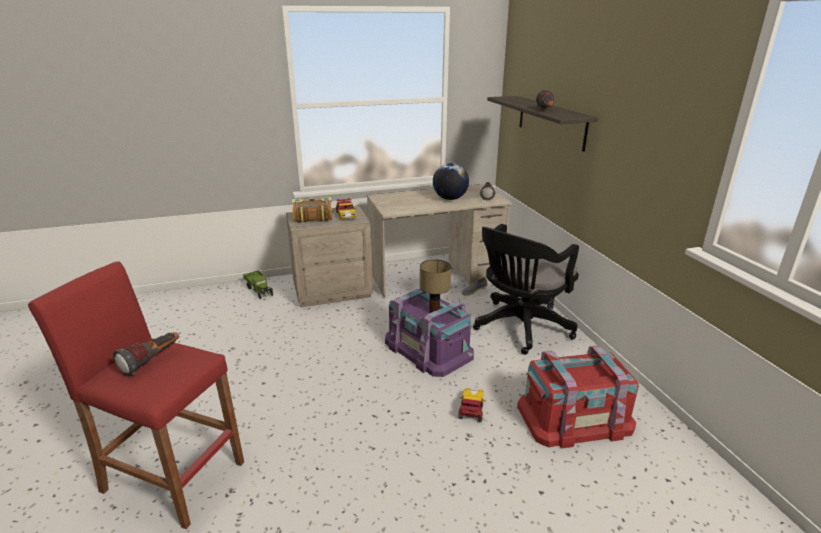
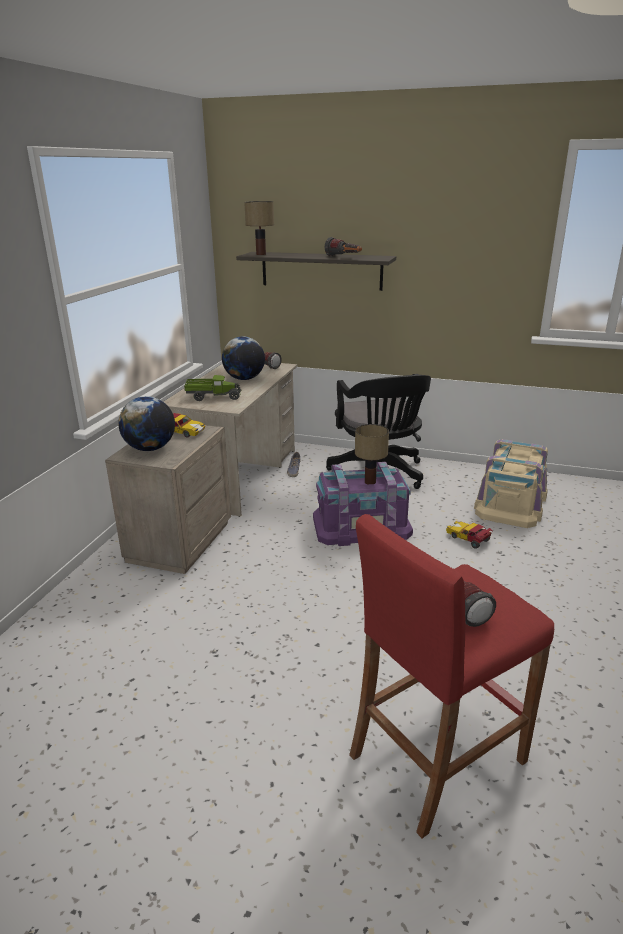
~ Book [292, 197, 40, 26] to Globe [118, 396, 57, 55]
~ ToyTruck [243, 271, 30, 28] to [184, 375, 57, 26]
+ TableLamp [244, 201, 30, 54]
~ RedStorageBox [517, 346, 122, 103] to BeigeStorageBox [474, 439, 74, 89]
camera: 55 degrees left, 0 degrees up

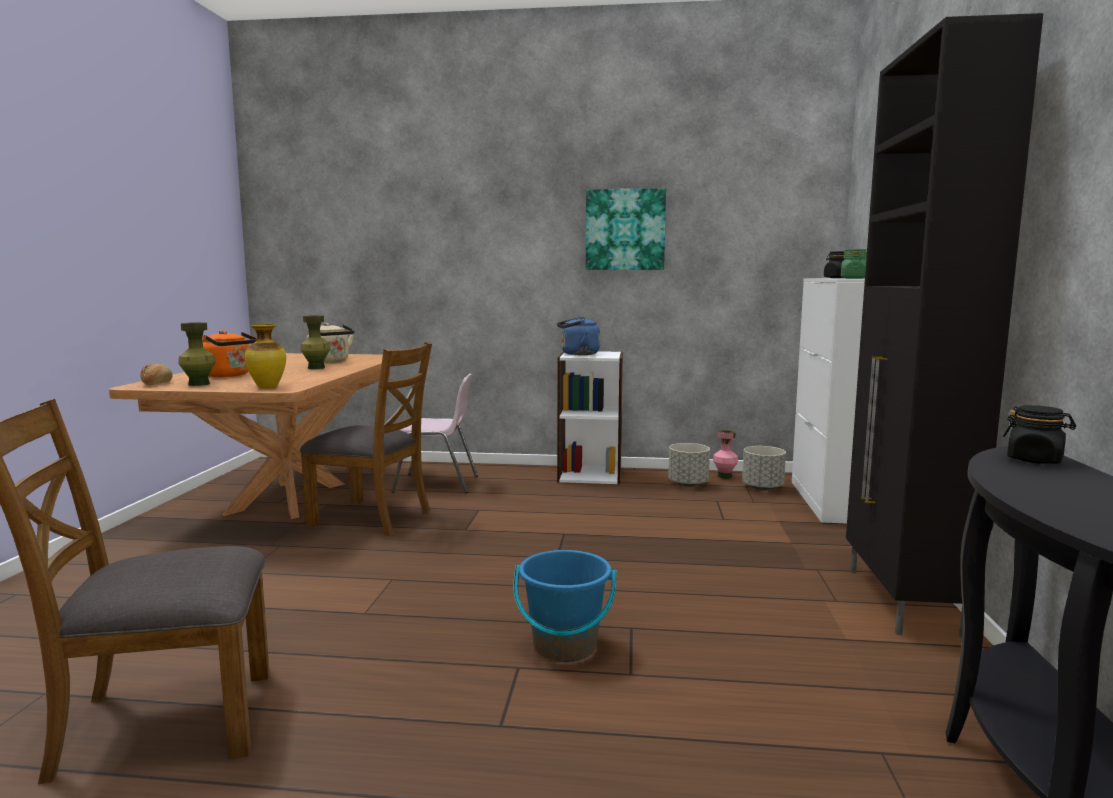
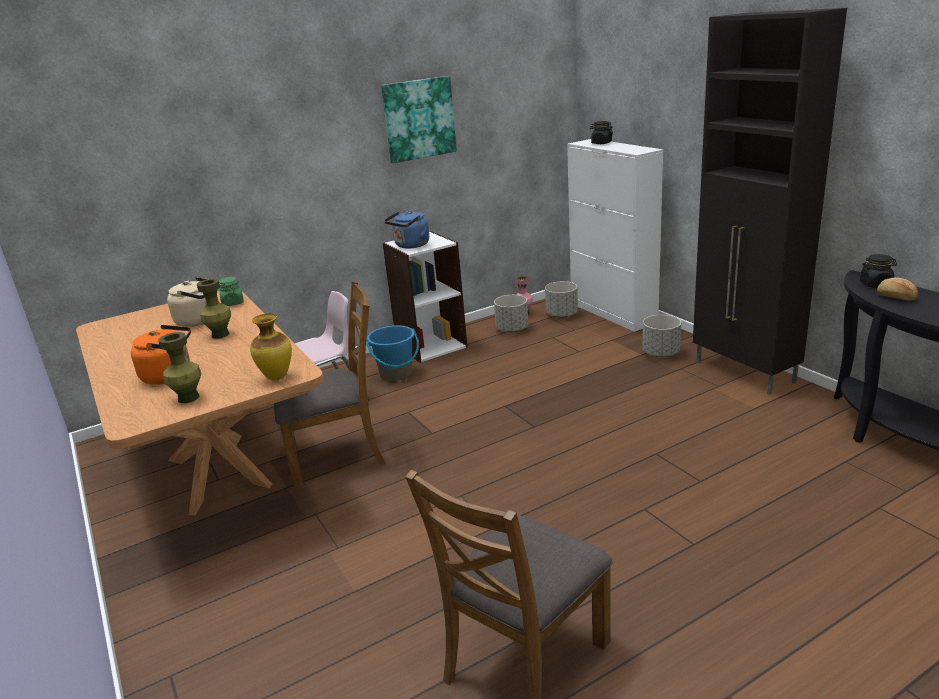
~ GreenJar [841, 249, 26, 30] to [219, 277, 25, 29]
~ BlueBucket [513, 550, 104, 112] to [366, 325, 53, 56]
+ GreyPlanter [642, 315, 39, 42]
~ Bread [140, 364, 33, 21] to [877, 278, 41, 22]
camera: 35 degrees left, 15 degrees up

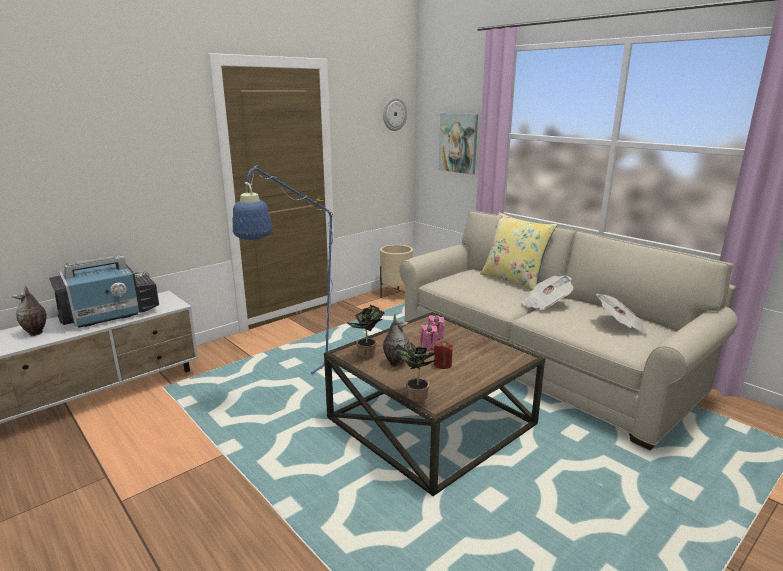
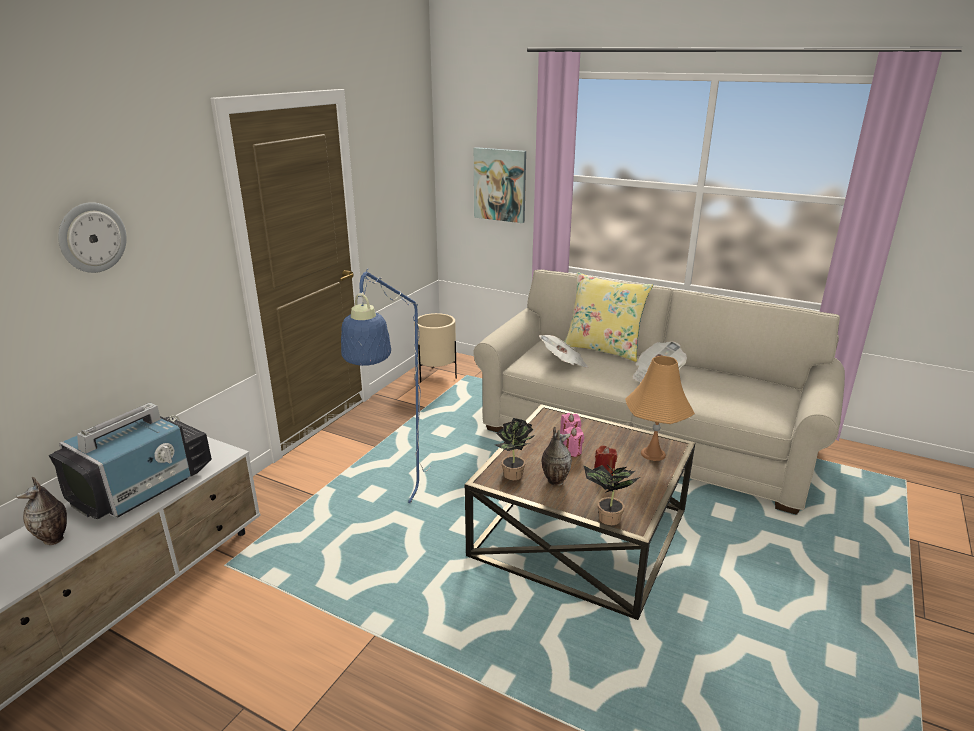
~ WallClock [383, 97, 24, 34] to [58, 202, 69, 71]
~ Newspaper [596, 294, 52, 40] to [539, 335, 49, 33]
+ OrangeTableLamp [625, 356, 70, 105]
camera: 20 degrees left, 5 degrees up

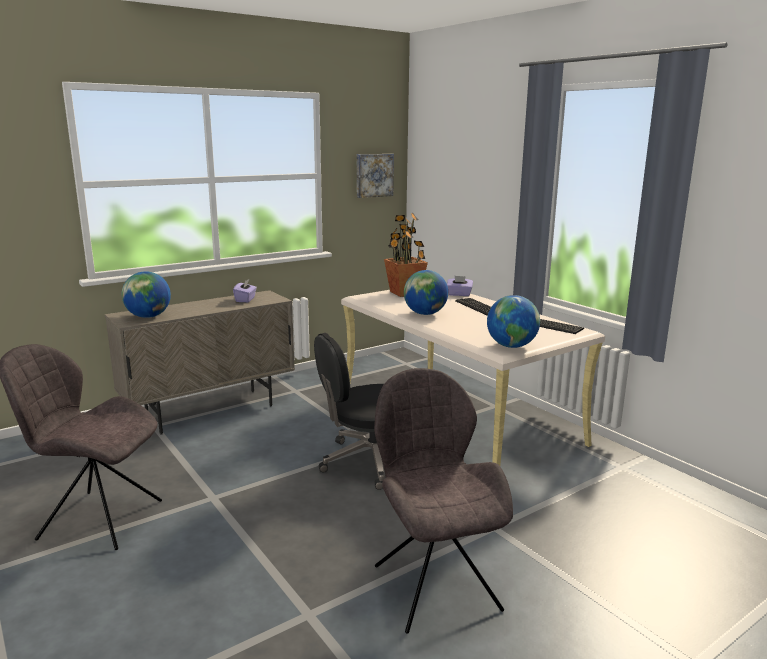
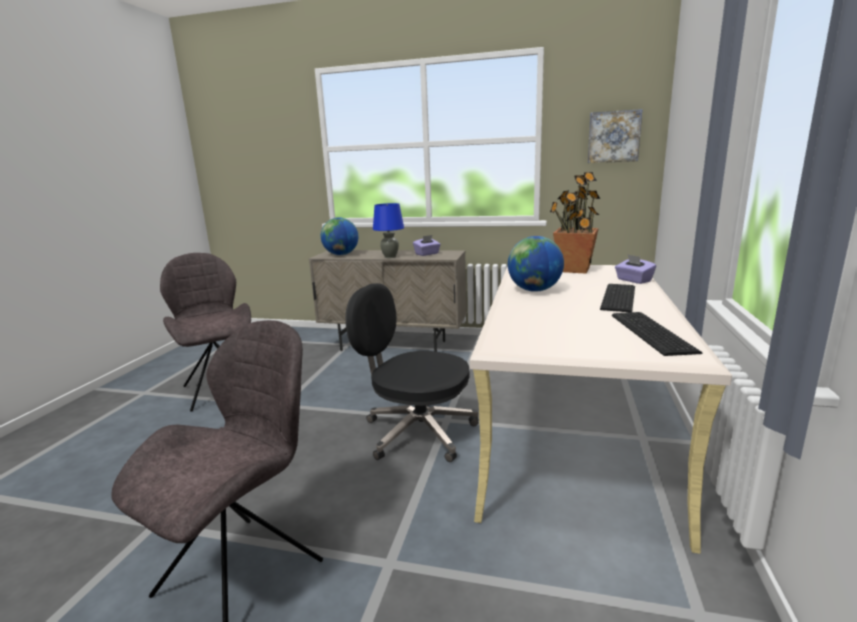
+ BlueTableLamp [373, 203, 31, 55]
- Globe [487, 295, 53, 53]
camera: 50 degrees right, 0 degrees up

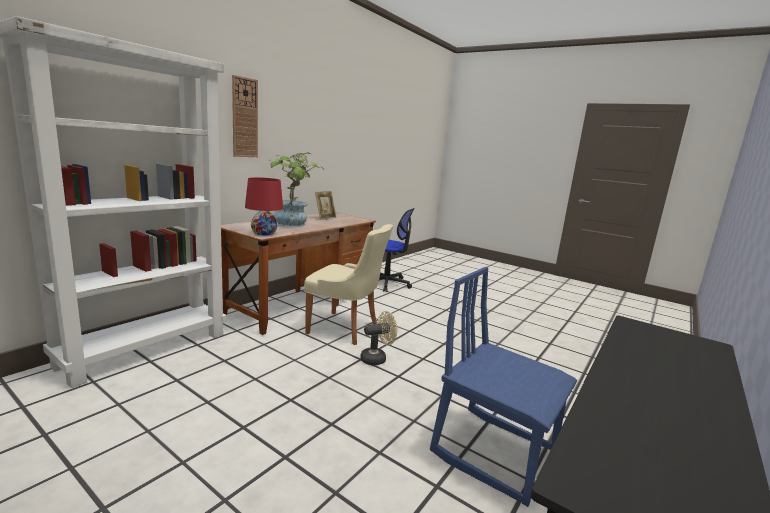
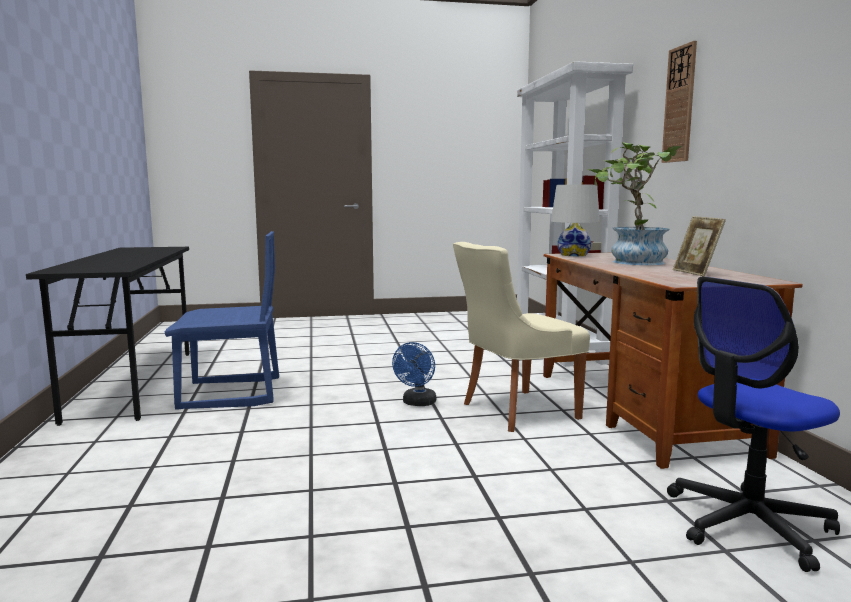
~ BeigeFan [360, 311, 37, 54] to BlueFan [392, 342, 44, 64]
~ RedTableLamp [245, 177, 38, 59] to WhiteTableLamp [551, 185, 49, 71]
camera: 135 degrees right, 5 degrees down

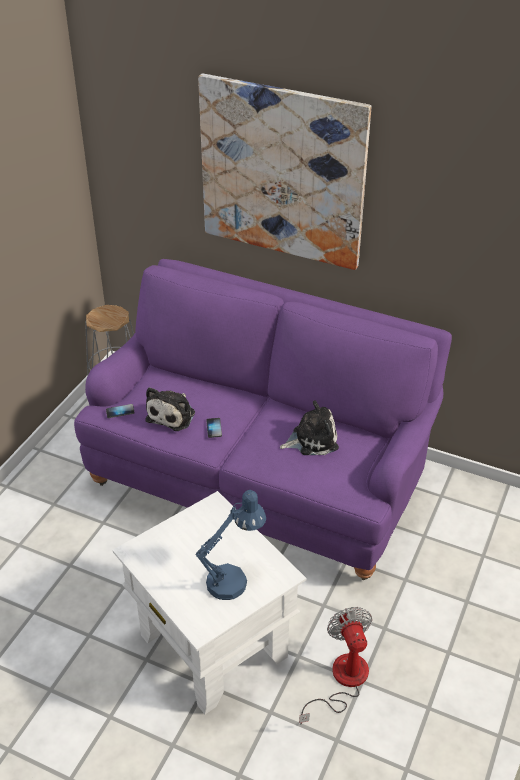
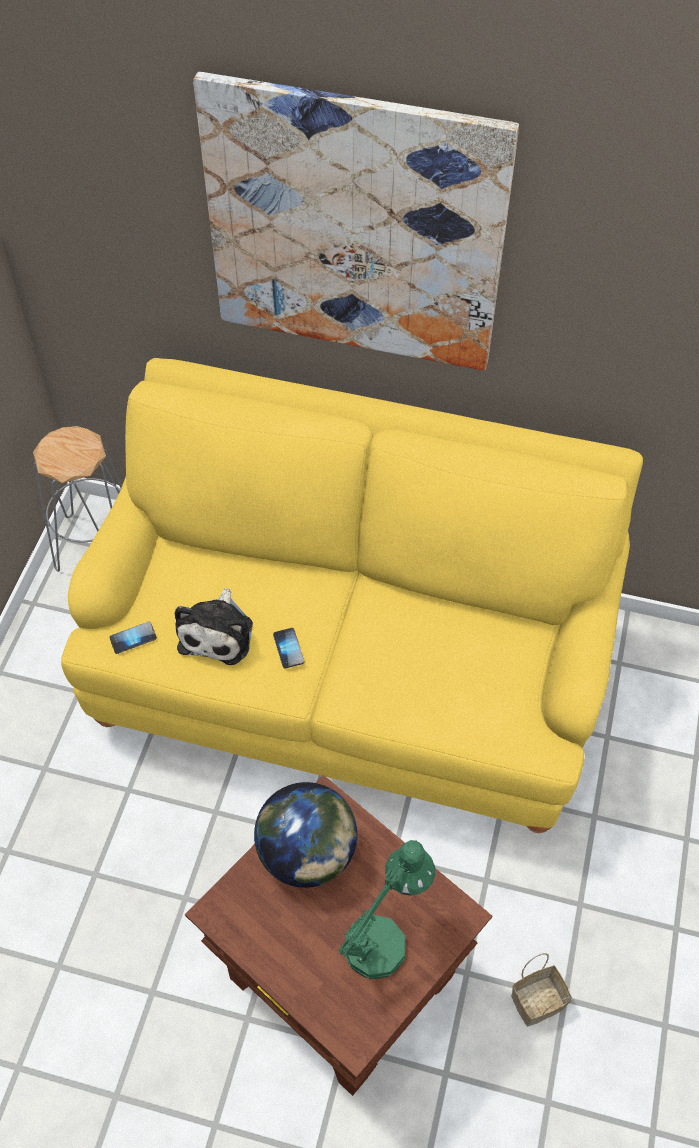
~ PurpleSofa [74, 259, 378, 321] to YellowSofa [61, 358, 582, 475]
~ WhiteSideTable [112, 491, 194, 223] to BrownSideTable [185, 775, 307, 321]
+ Globe [254, 782, 103, 106]
~ BlueTableLamp [195, 490, 71, 110] to GreenTableLamp [338, 840, 97, 139]
~ Fan [299, 607, 73, 117] to Basket [511, 953, 61, 73]
- PlushToy [280, 400, 59, 55]
camera: 10 degrees left, 15 degrees up

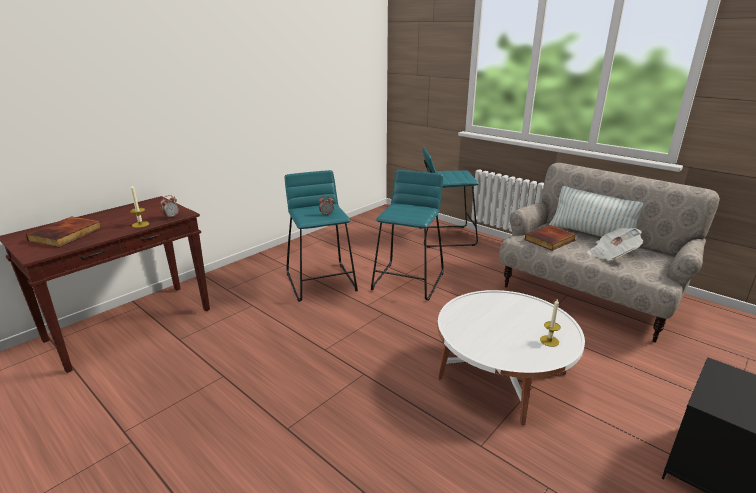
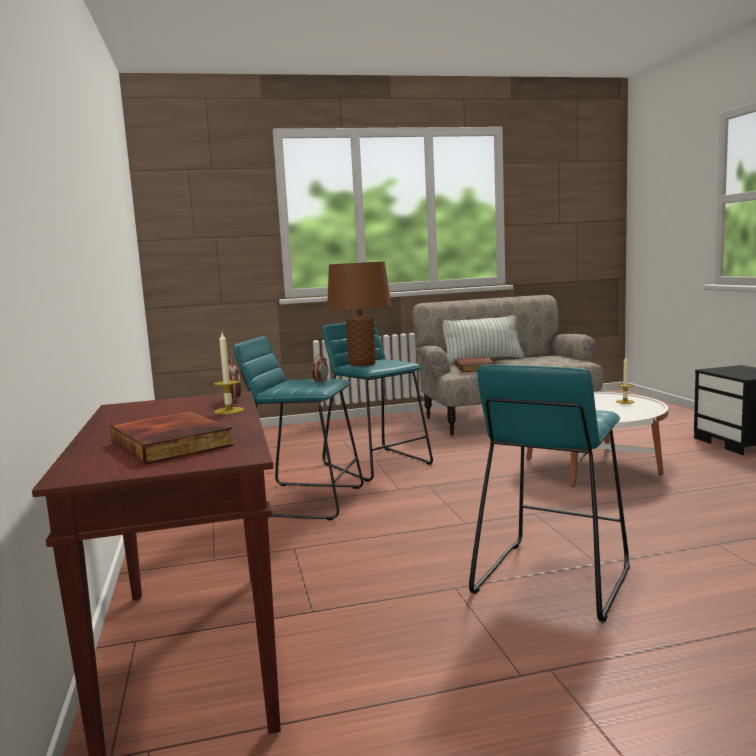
+ BrownTableLamp [327, 261, 64, 105]
~ TurquoiseStool [420, 147, 59, 101] to [469, 365, 161, 257]
- Newspaper [587, 228, 56, 33]
camera: 55 degrees left, 15 degrees down

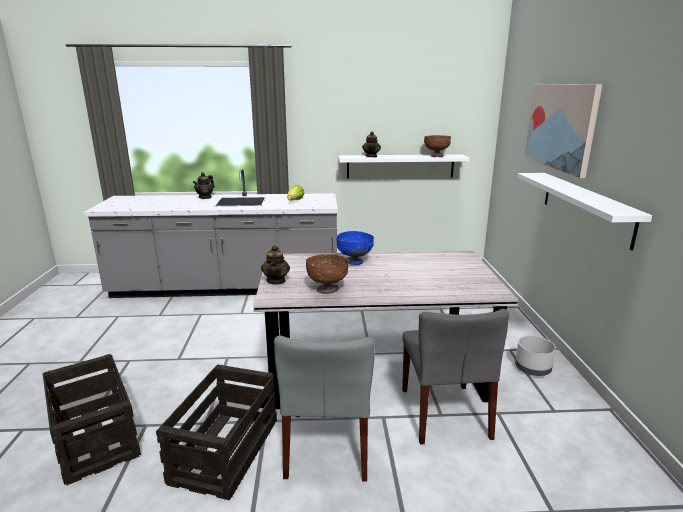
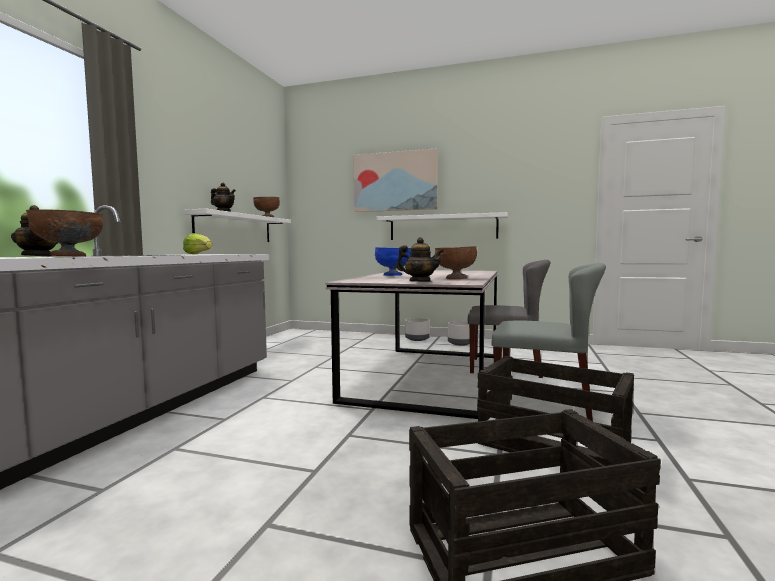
+ BrownBowl [26, 209, 77, 48]
+ GreyPlanter [405, 318, 25, 23]
camera: 70 degrees left, 15 degrees down

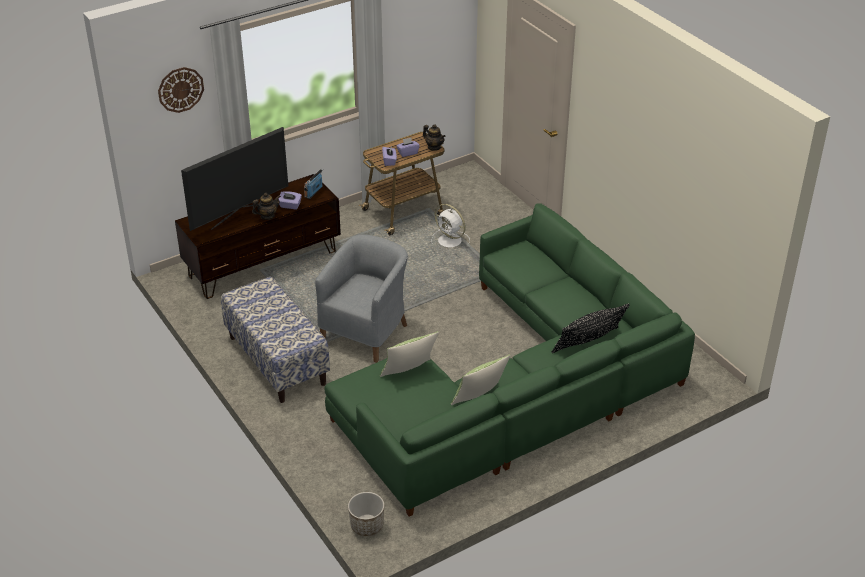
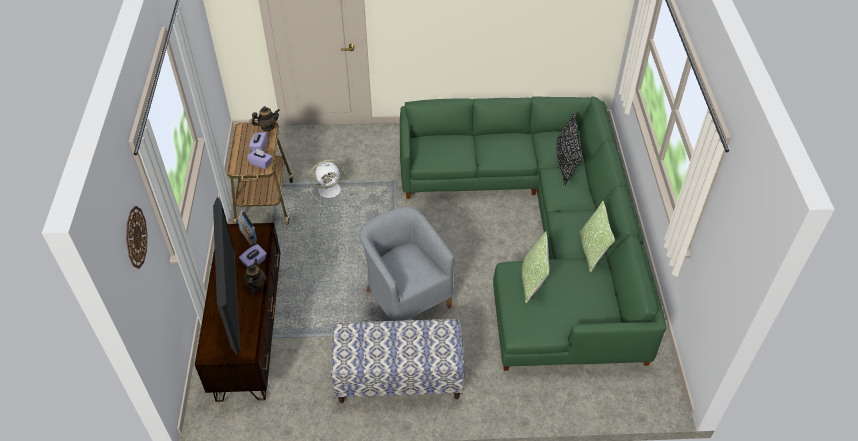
- Planter [348, 492, 36, 44]
camera: 60 degrees left, 10 degrees up

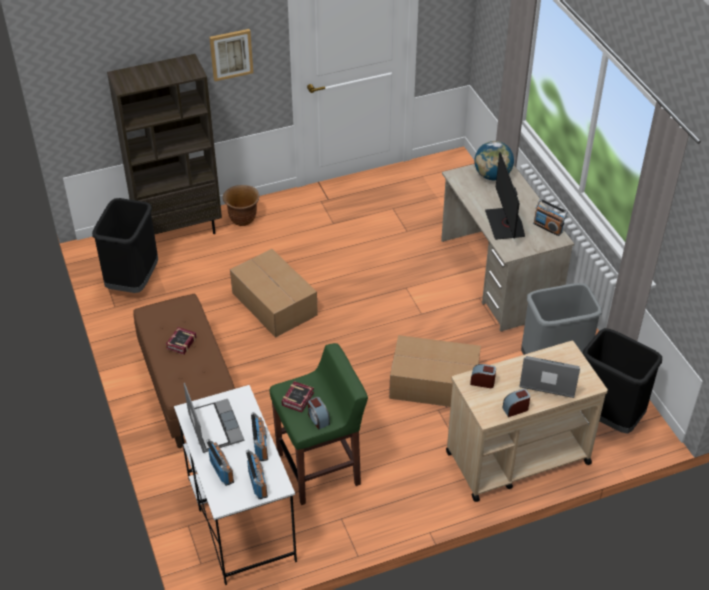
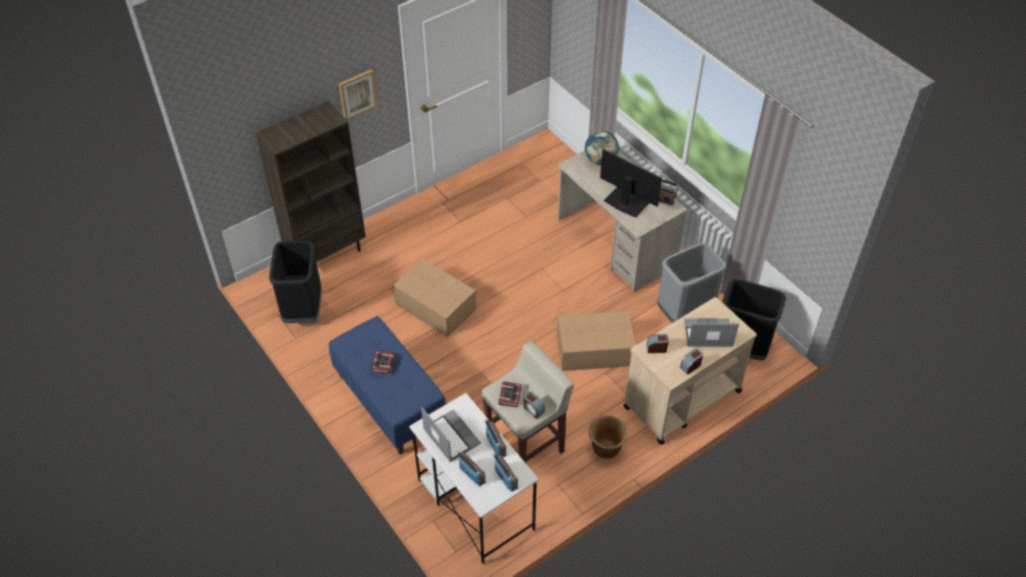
~ BrownBench [133, 294, 102, 154] to BlueBench [329, 316, 117, 139]
~ GreenStool [269, 343, 99, 162] to BeigeStool [482, 342, 92, 121]
~ BrownPlanter [223, 185, 36, 41] to [589, 416, 39, 43]
~ Monitor [485, 152, 40, 88] = [600, 149, 62, 69] 150 degrees clockwise
camera: 15 degrees left, 5 degrees up

